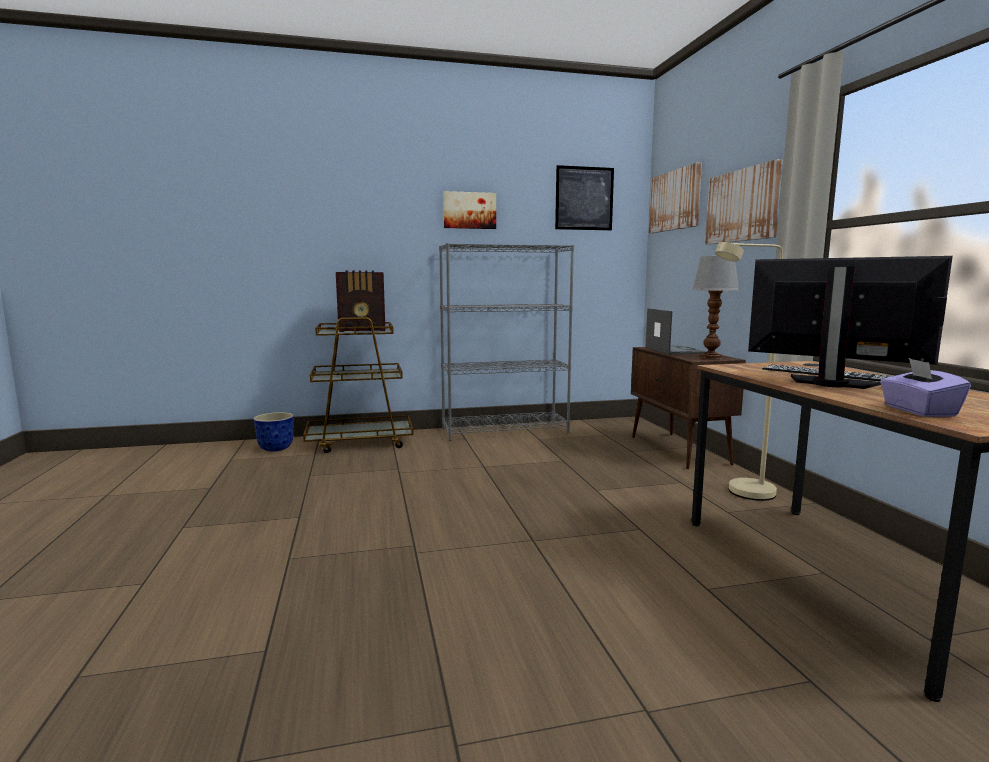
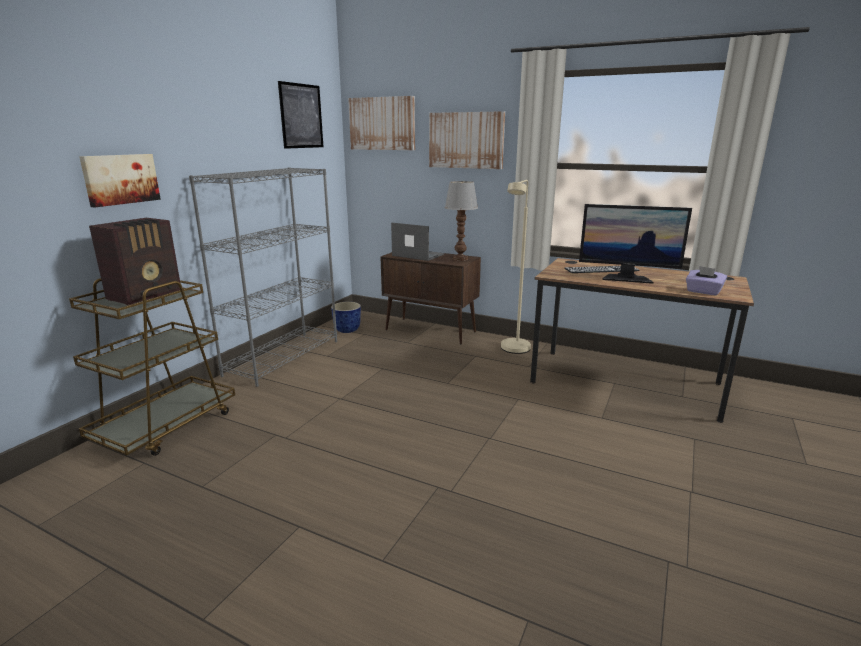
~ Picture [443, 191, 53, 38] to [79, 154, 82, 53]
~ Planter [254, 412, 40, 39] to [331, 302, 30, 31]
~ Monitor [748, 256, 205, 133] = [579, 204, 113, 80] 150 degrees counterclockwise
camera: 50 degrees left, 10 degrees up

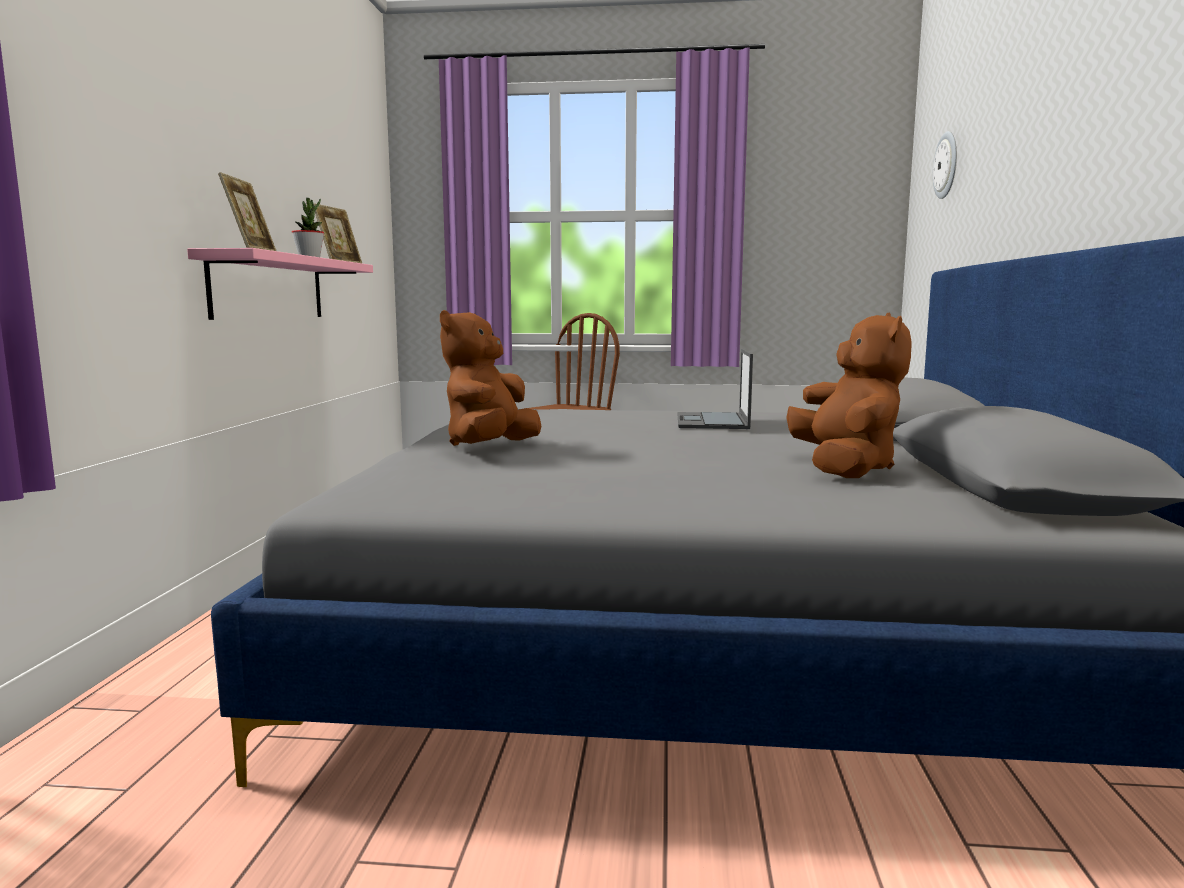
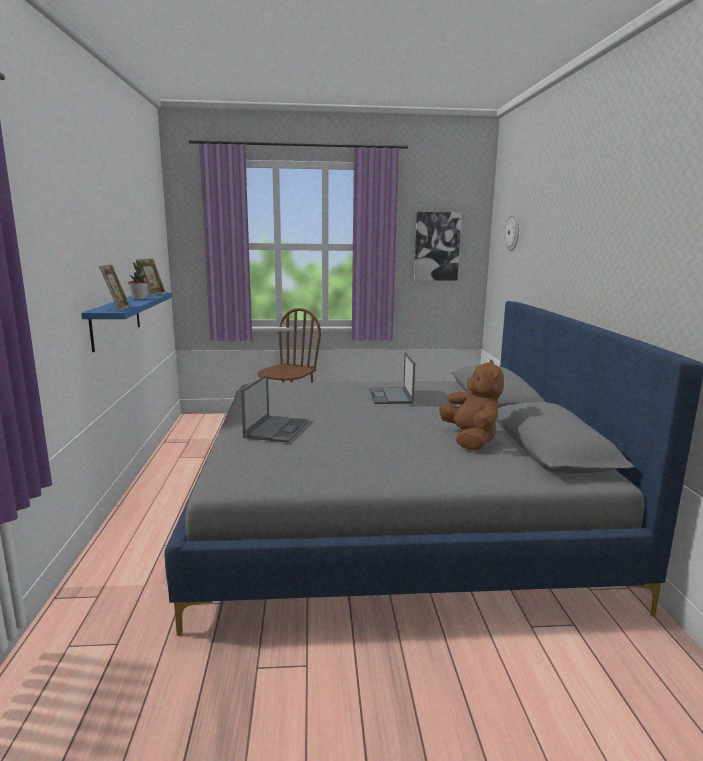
~ PinkShelf [187, 248, 186, 72] to BlueShelf [81, 293, 91, 59]
~ BrownPlushToy [440, 310, 101, 136] to Laptop [241, 374, 68, 69]
+ Picture [414, 212, 48, 69]
camera: 10 degrees left, 5 degrees up

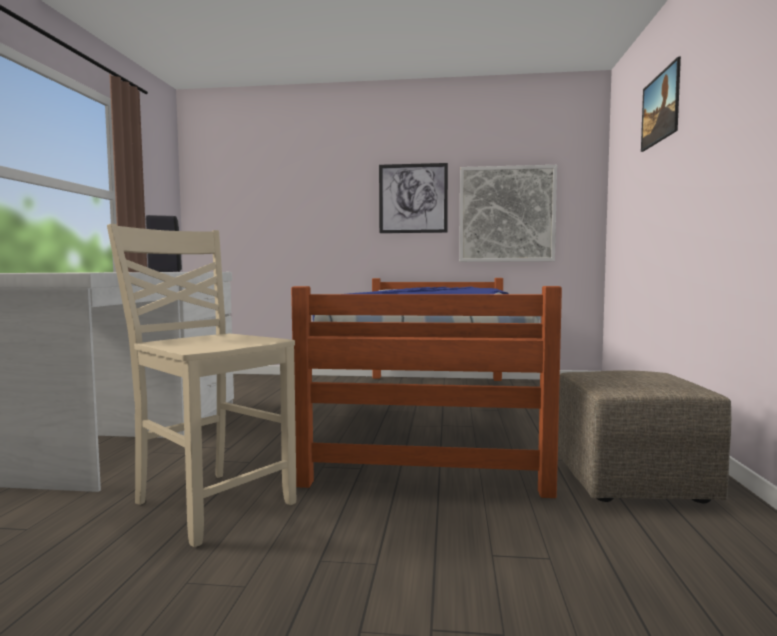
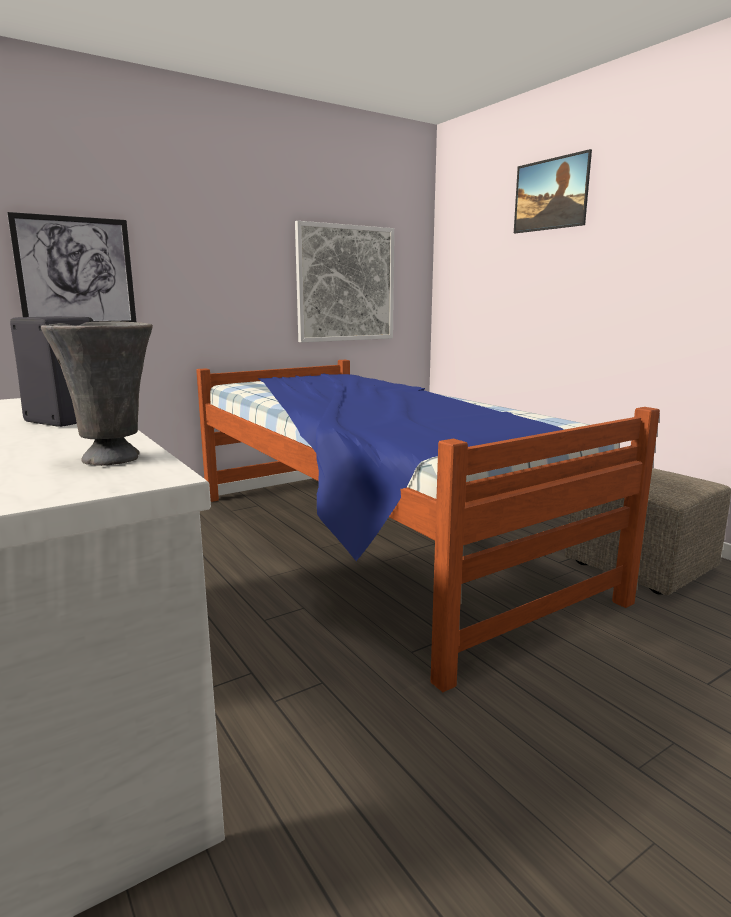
~ Picture [379, 163, 69, 70] to [7, 212, 129, 110]
+ GreyVase [41, 321, 112, 145]
- BeigeChair [107, 224, 190, 323]
camera: 40 degrees left, 10 degrees up

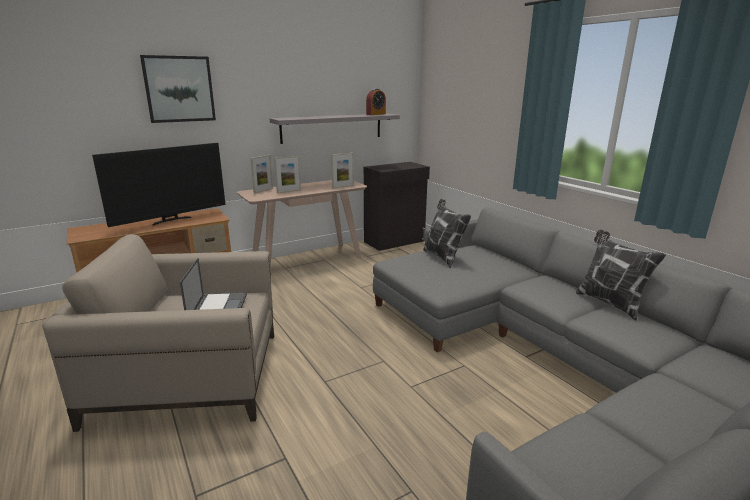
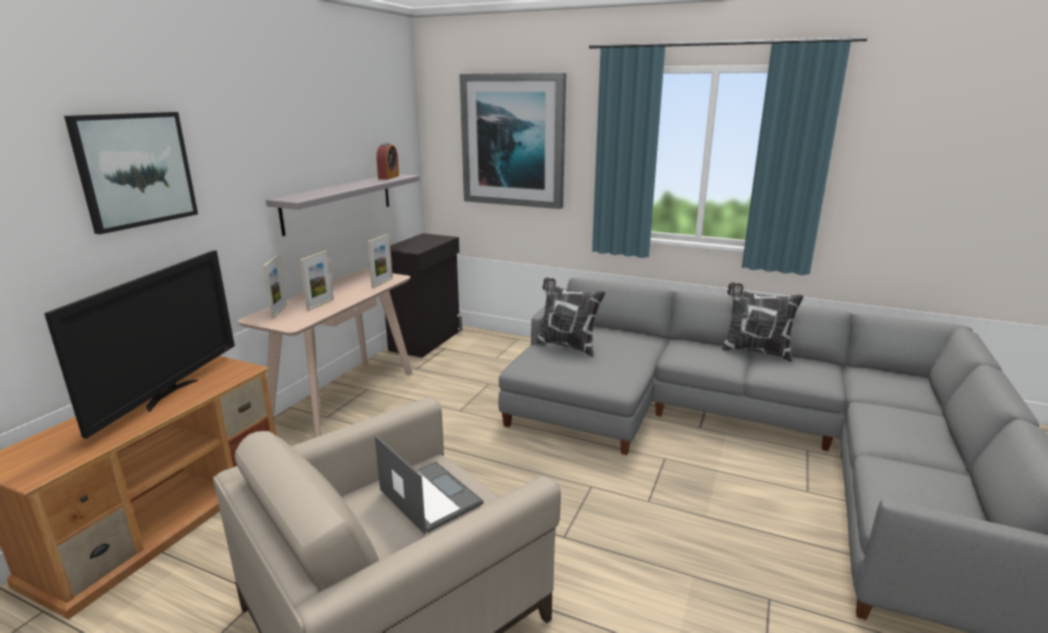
+ Picture [460, 73, 106, 136]
camera: 35 degrees left, 0 degrees up

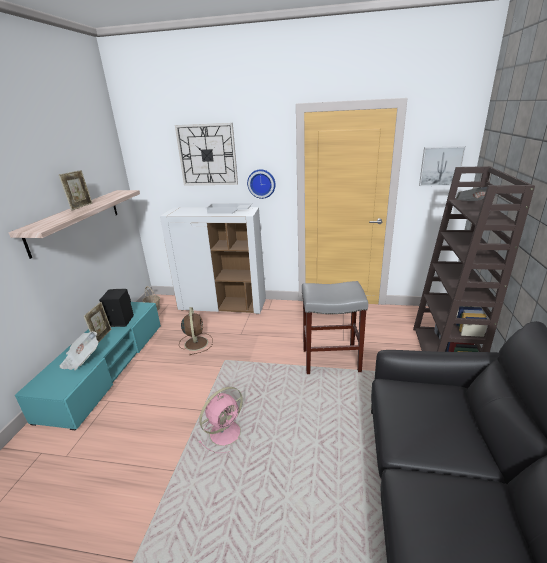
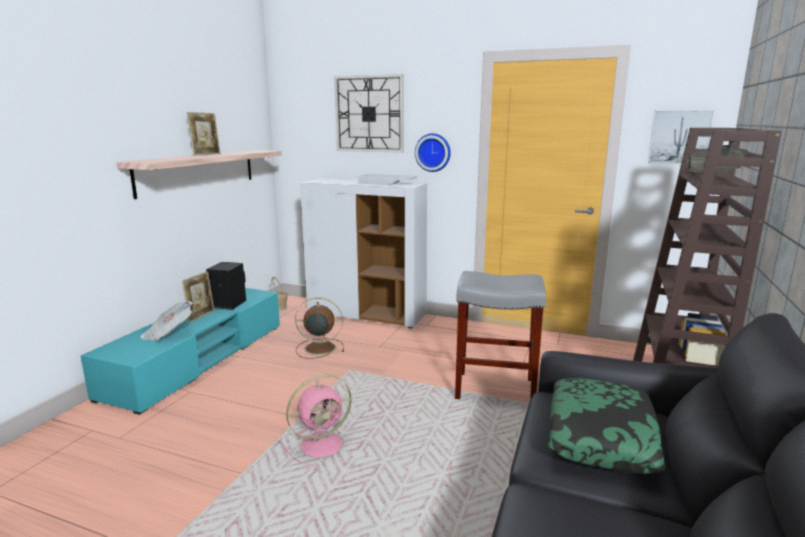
~ BrownFan [179, 307, 34, 48] = [295, 297, 49, 62] 90 degrees counterclockwise
+ Pillow [548, 378, 118, 96]
camera: 10 degrees right, 10 degrees down

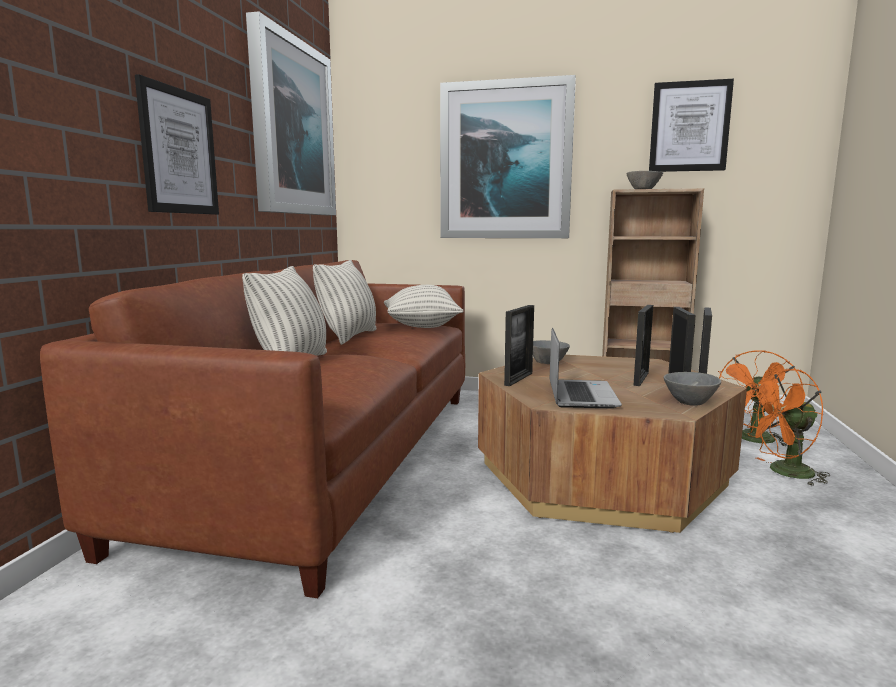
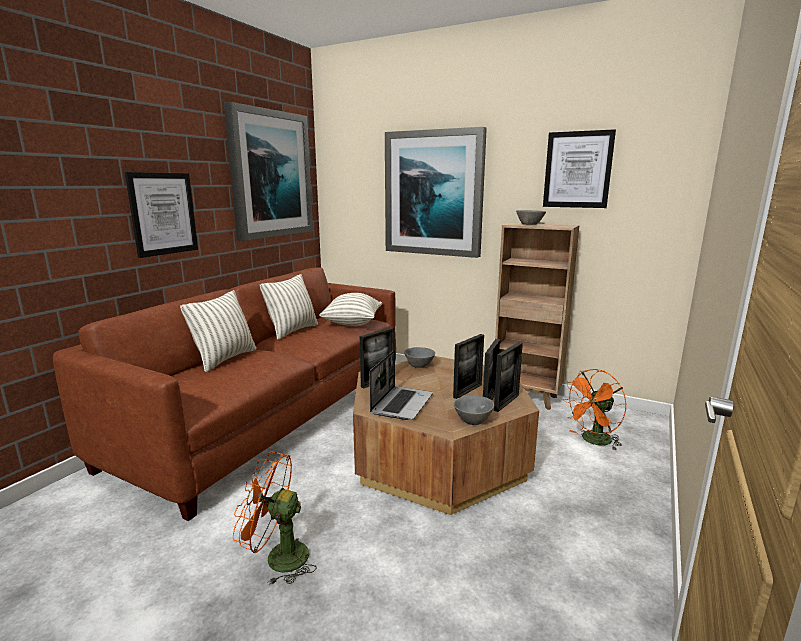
~ OrangeFan [745, 369, 85, 117] to [233, 451, 84, 134]
camera: 15 degrees right, 5 degrees up

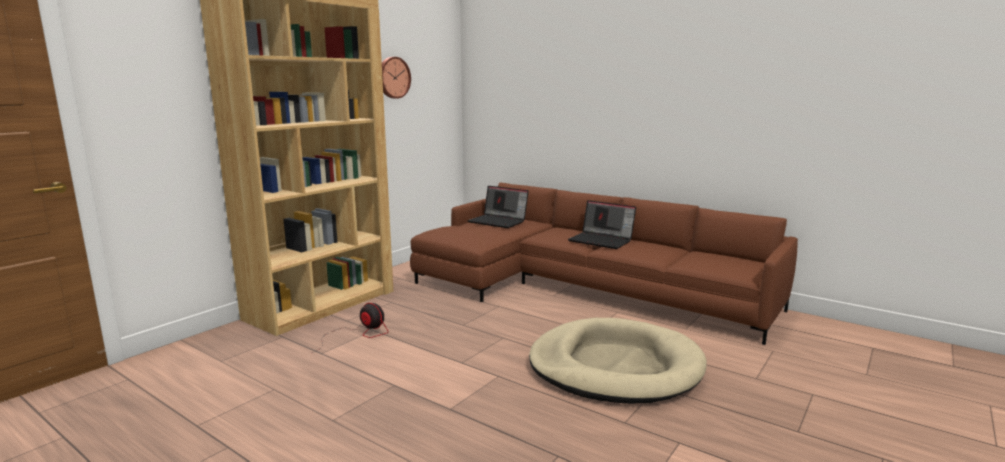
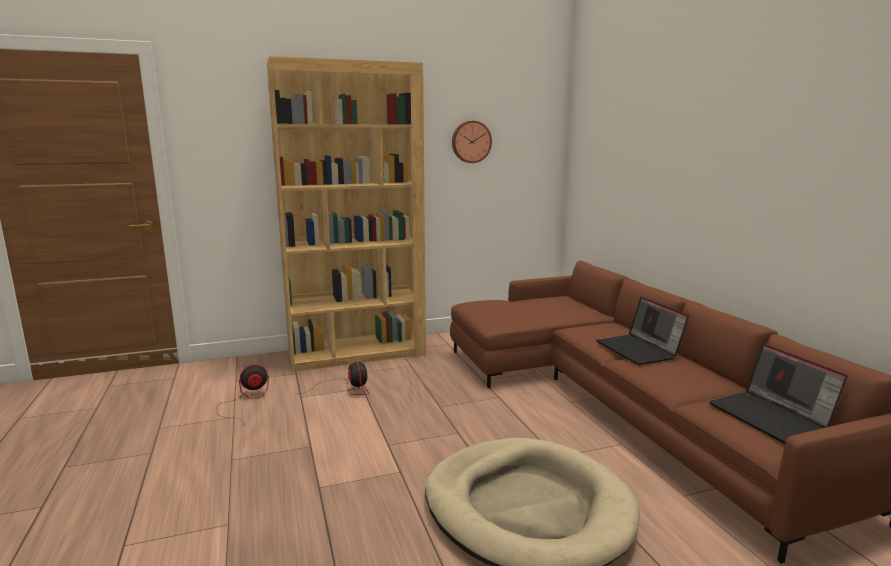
+ Fan [216, 365, 53, 58]
~ Laptop [468, 186, 61, 42] to [709, 344, 139, 100]
camera: 35 degrees right, 0 degrees up

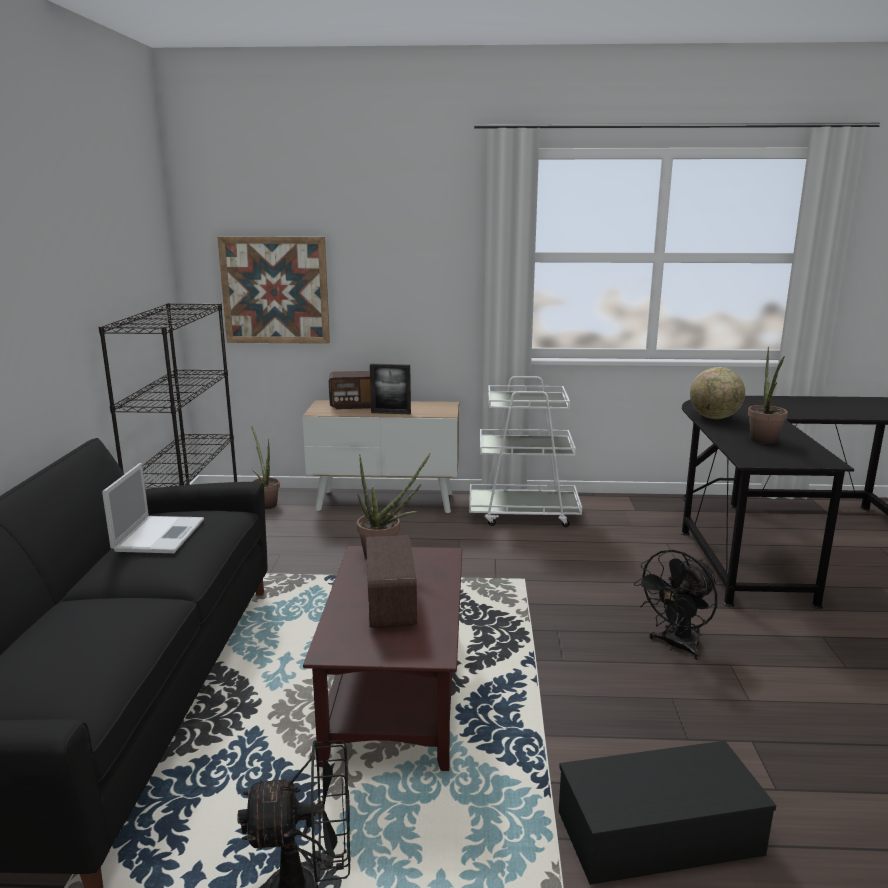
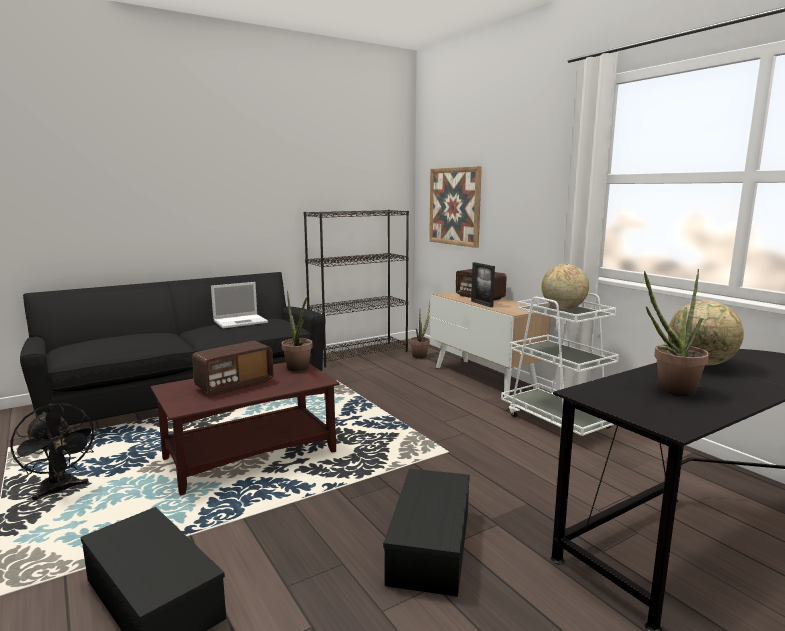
~ BlackFan [634, 550, 83, 110] to BlackStorageBox [383, 469, 87, 128]
+ Globe [541, 264, 48, 45]
camera: 55 degrees right, 5 degrees down

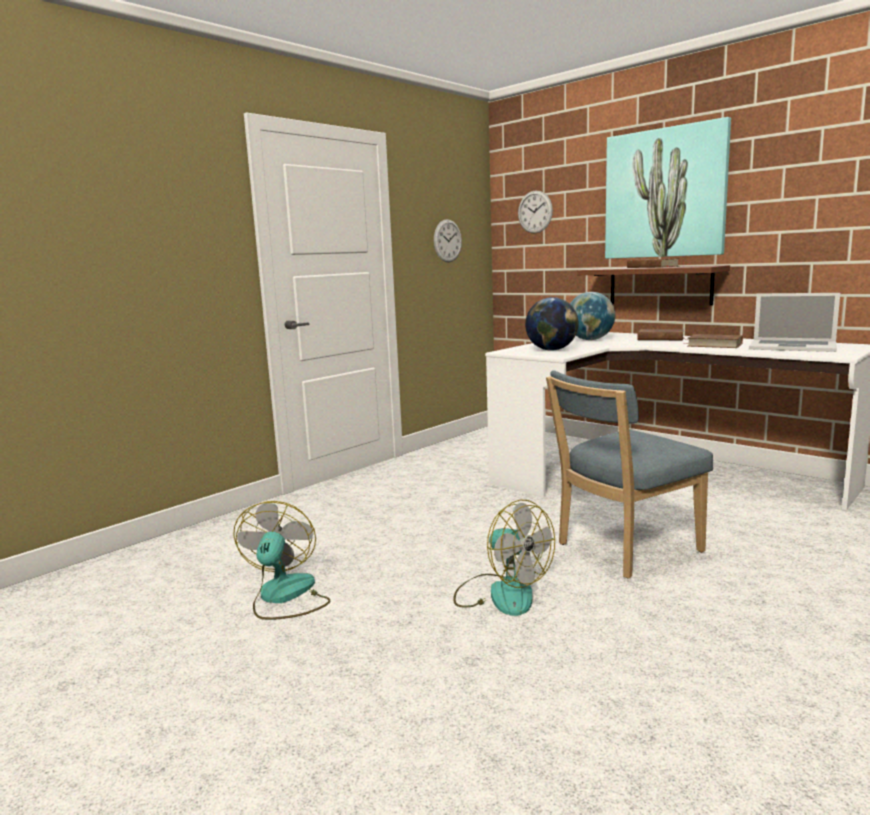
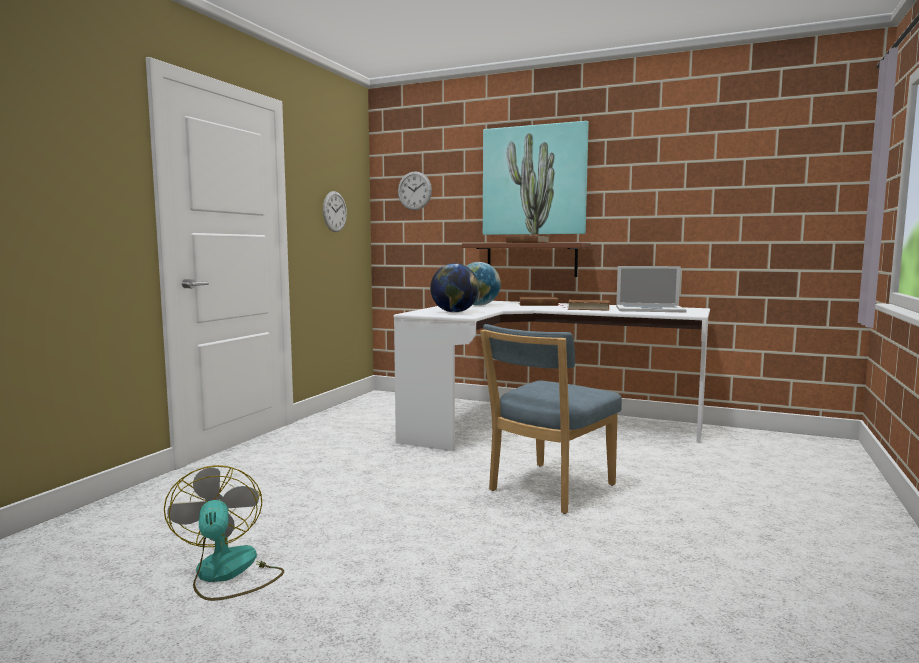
- Fan [453, 499, 102, 117]
camera: 20 degrees left, 5 degrees down

